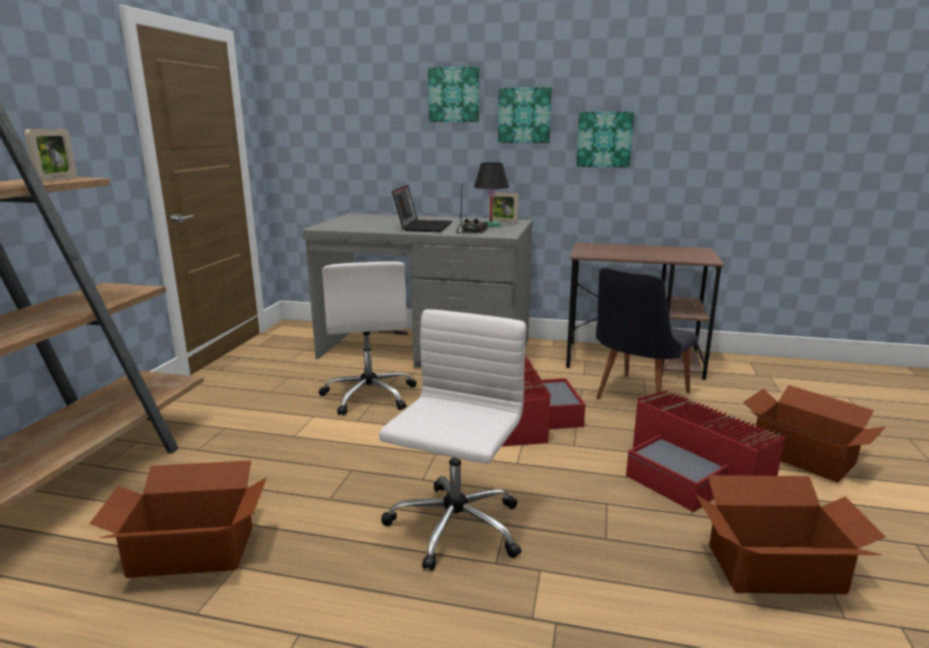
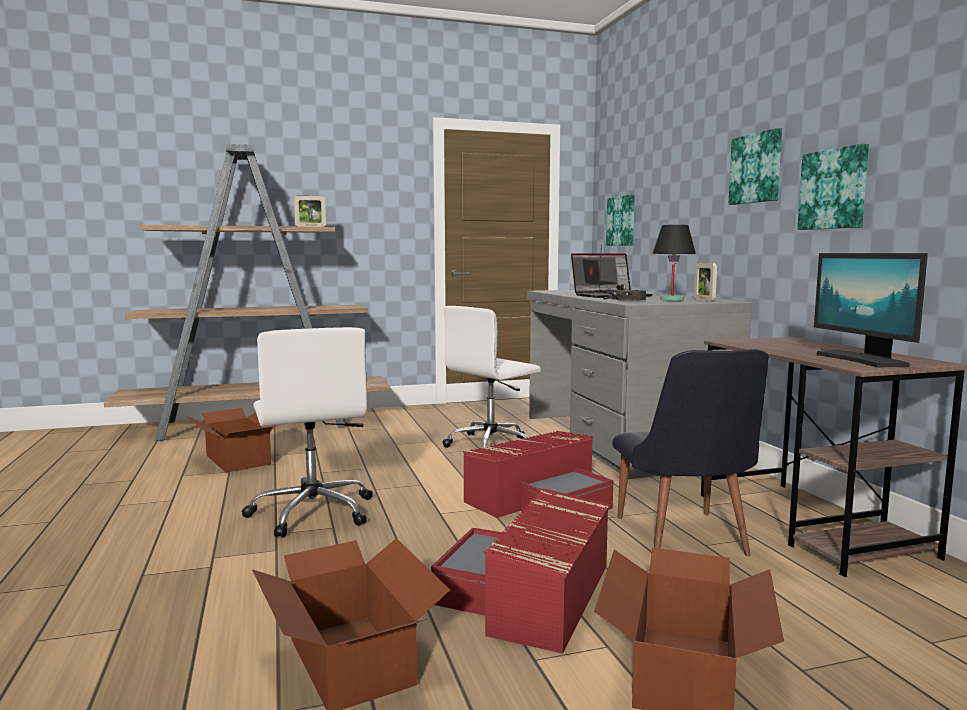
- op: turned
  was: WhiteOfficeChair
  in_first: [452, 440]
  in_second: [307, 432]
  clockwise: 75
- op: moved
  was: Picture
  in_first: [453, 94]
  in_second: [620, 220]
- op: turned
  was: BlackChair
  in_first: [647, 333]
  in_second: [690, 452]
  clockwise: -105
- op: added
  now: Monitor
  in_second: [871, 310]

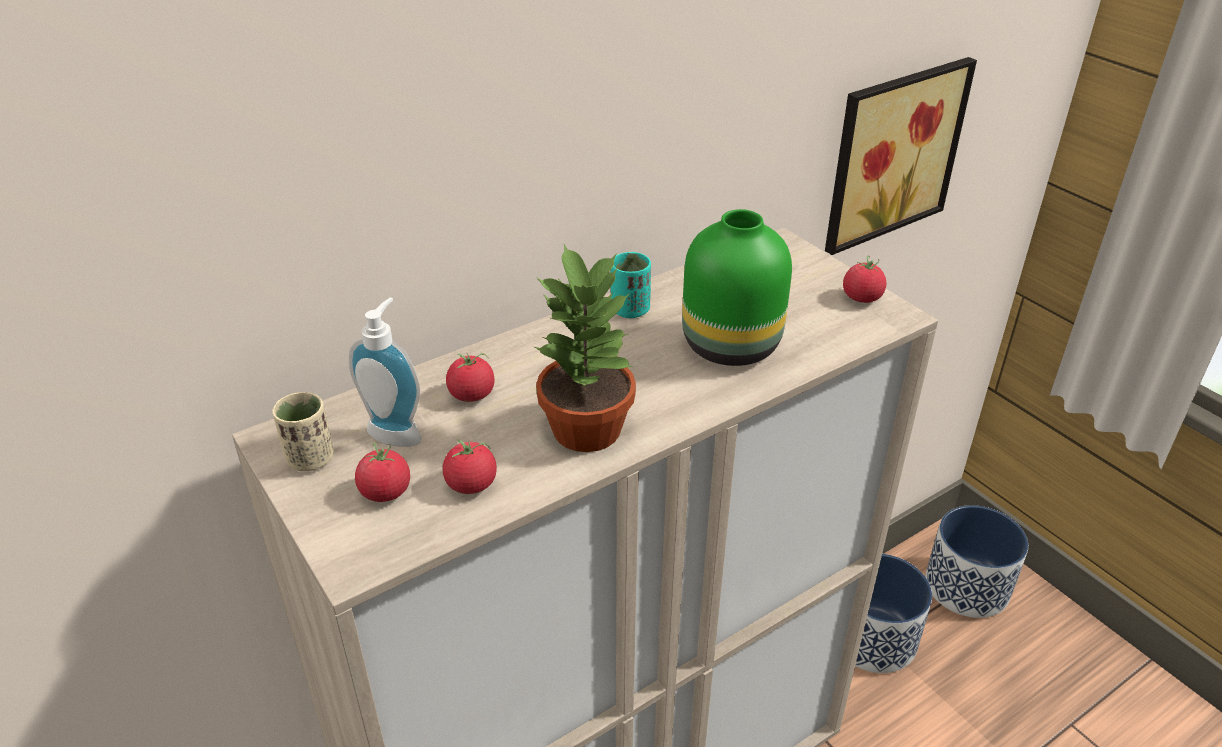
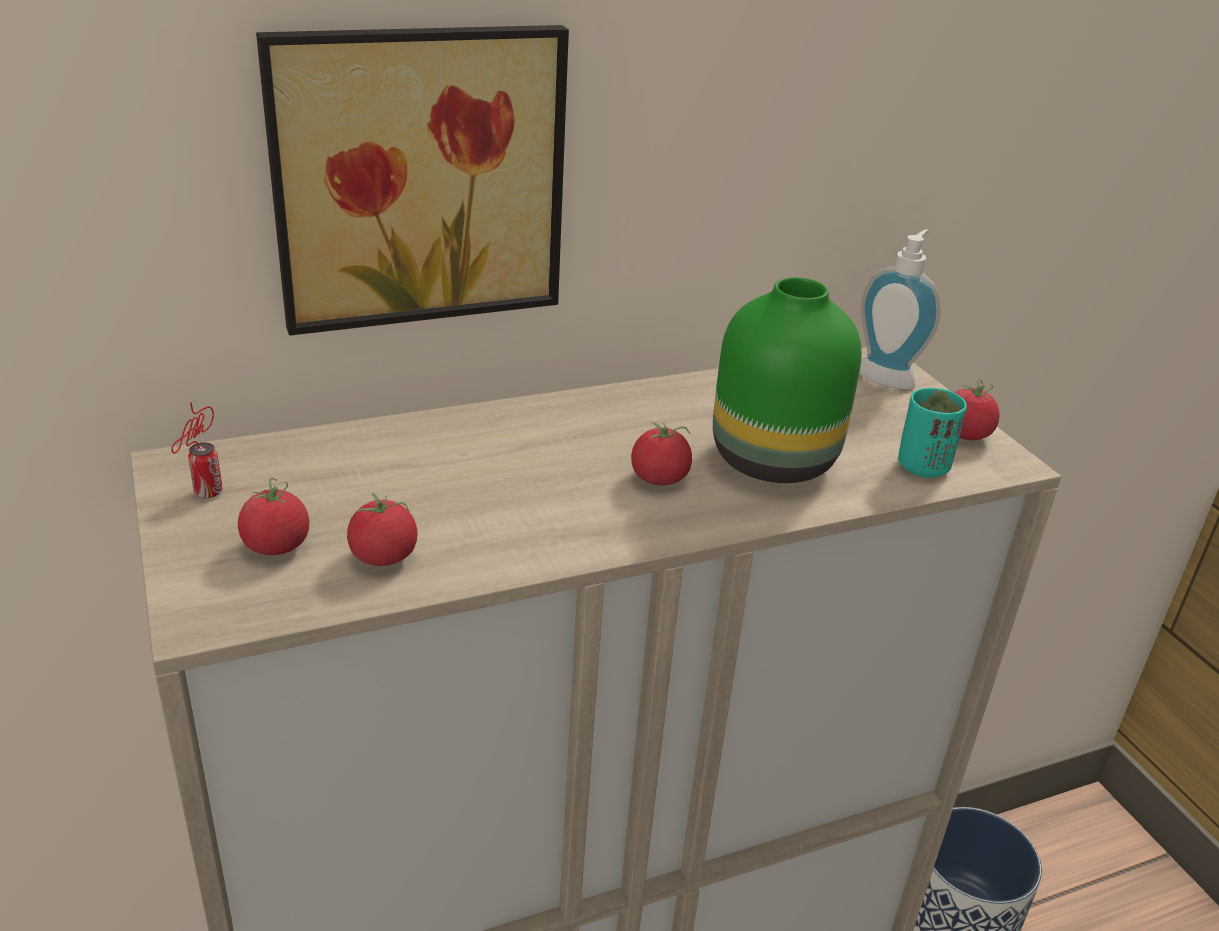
- op: replaced
  was: BeigeCup
  now: Can
  in_first: [303, 431]
  in_second: [197, 450]
- op: moved
  was: SoapDispenser
  in_first: [385, 372]
  in_second: [900, 309]
- op: moved
  was: Tomato
  in_first: [470, 377]
  in_second: [661, 453]
- op: removed
  was: PottedPlant
  in_first: [585, 348]
- op: moved
  was: TurquoiseCup
  in_first: [631, 285]
  in_second: [932, 433]
- op: moved
  was: Picture
  in_first: [901, 156]
  in_second: [412, 180]
- op: removed
  was: Planter
  in_first: [976, 561]

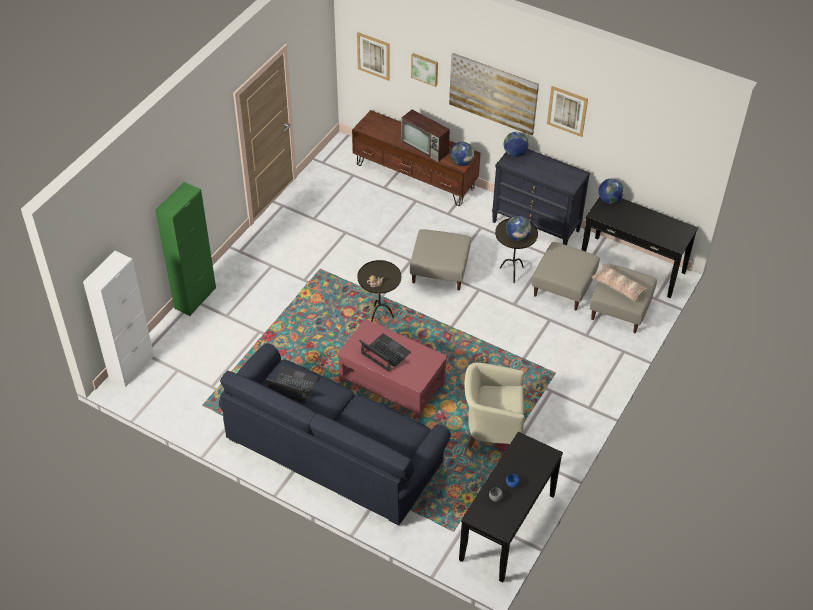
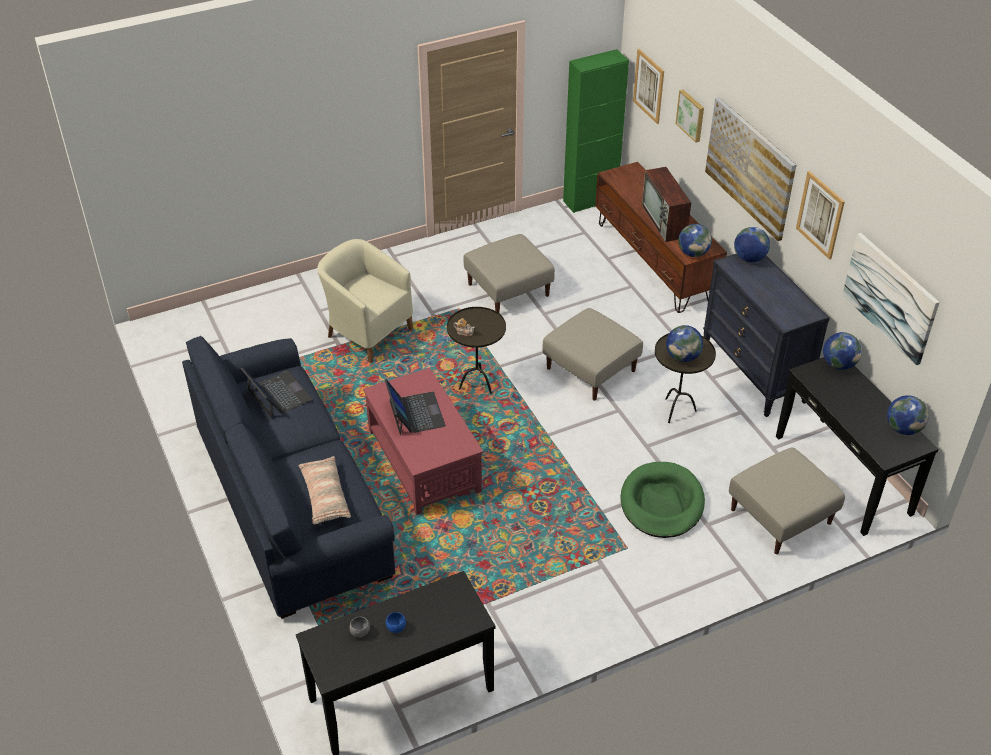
- op: removed
  was: WhiteCabinet
  in_first: [118, 319]
- op: moved
  was: GreenCabinet
  in_first: [185, 249]
  in_second: [596, 131]
- op: moved
  was: BeigeArmchair
  in_first: [494, 405]
  in_second: [365, 301]
- op: moved
  was: BeigeOttoman
  in_first: [566, 276]
  in_second: [509, 273]
- op: moved
  was: Pillow
  in_first: [620, 283]
  in_second: [324, 490]
- op: added
  now: GreenDogBed
  in_second: [663, 500]
- op: added
  now: Picture
  in_second: [891, 299]
- op: added
  now: Globe
  in_second: [908, 415]

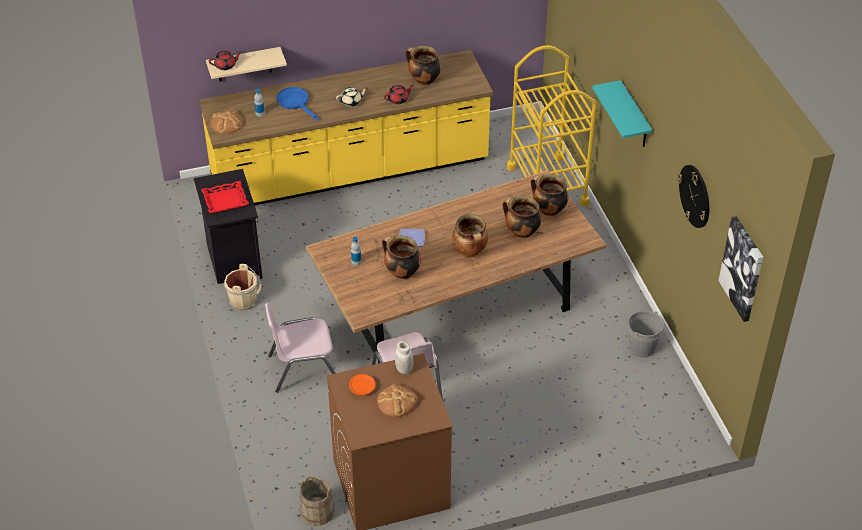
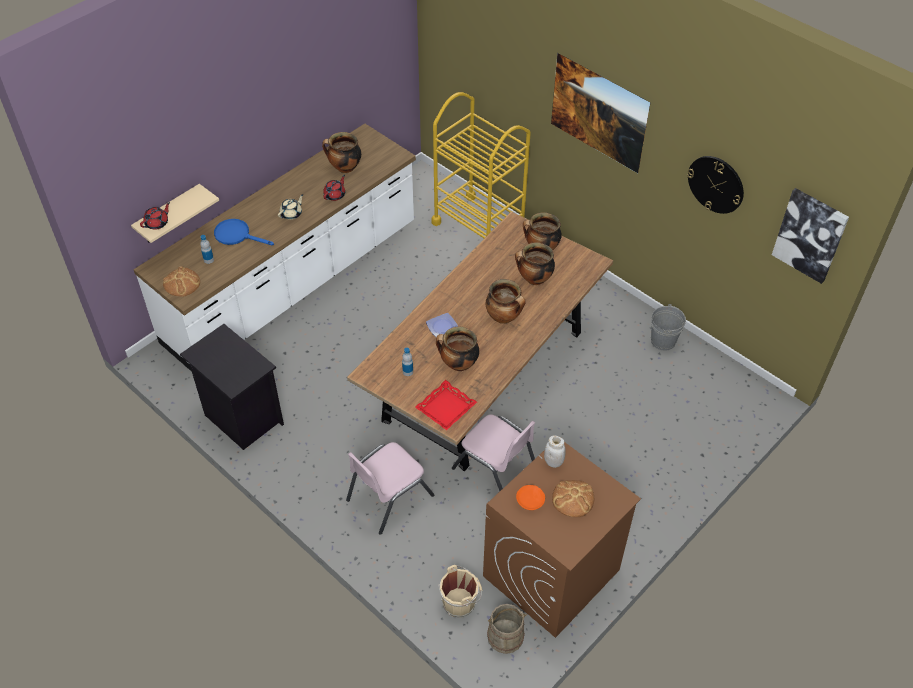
- op: recoloured
  was: YellowCounter
  now: WhiteCounter
  in_first: [346, 127]
  in_second: [274, 248]
- op: moved
  was: RedTray
  in_first: [225, 197]
  in_second: [446, 405]
- op: moved
  was: BeigeBucket
  in_first: [243, 287]
  in_second: [460, 591]
- op: replaced
  was: TurquoiseShelf
  now: Picture
  in_first: [622, 113]
  in_second: [601, 113]

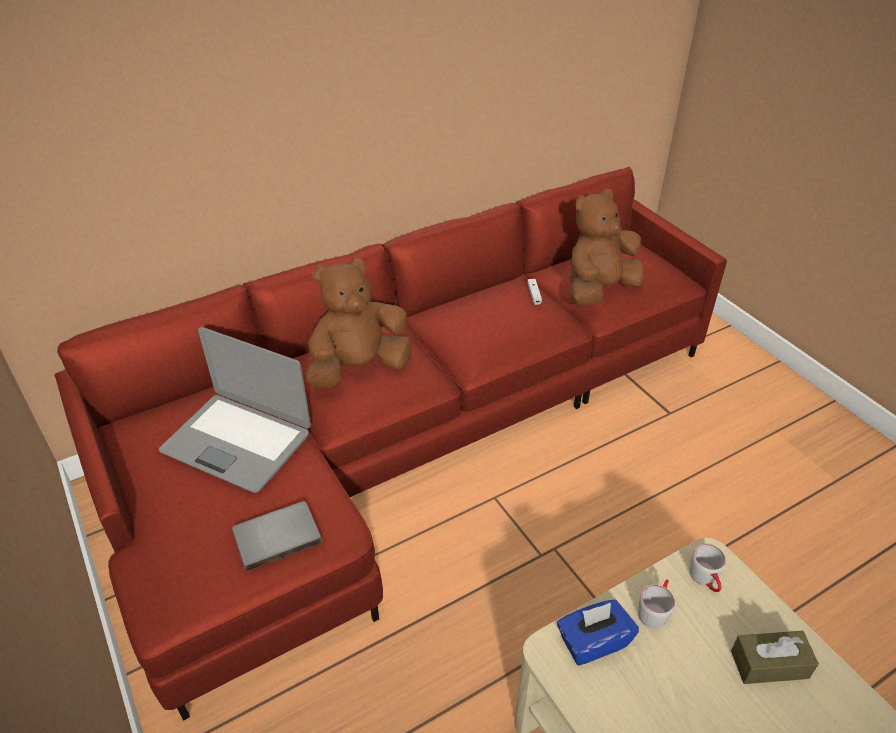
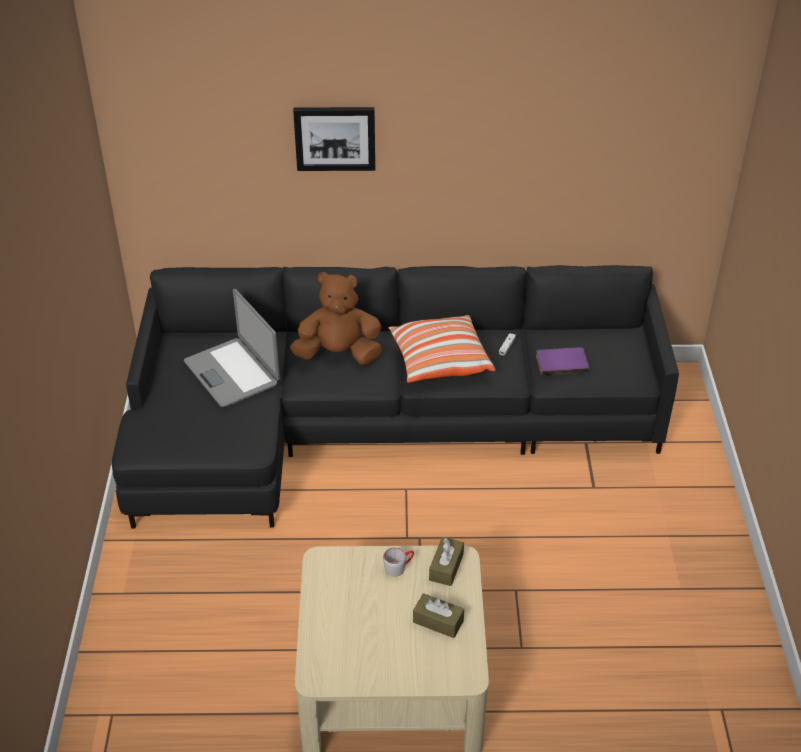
- op: recoloured
  was: RedSofa
  now: BlackSofa
  in_first: [391, 444]
  in_second: [395, 397]
- op: removed
  was: GreyBook
  in_first: [277, 536]
- op: removed
  was: BlueTissueBox
  in_first: [598, 632]
- op: replaced
  was: BrownPlushToy
  now: PurpleBook
  in_first: [606, 247]
  in_second: [563, 361]
- op: replaced
  was: GreyMug
  now: BrownTissueBox
  in_first: [707, 568]
  in_second: [446, 561]
- op: added
  now: Picture
  in_second: [334, 139]
- op: added
  now: Pillow
  in_second: [442, 349]

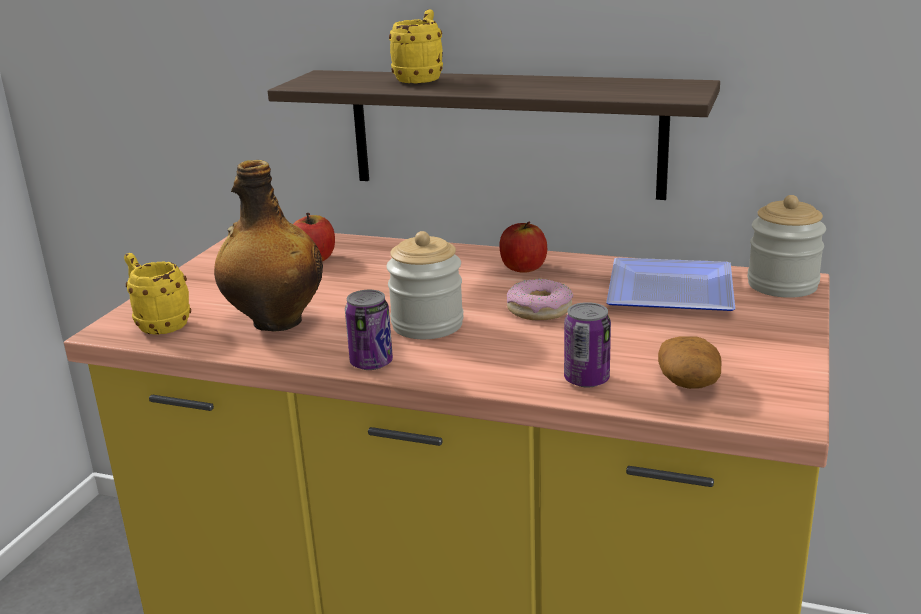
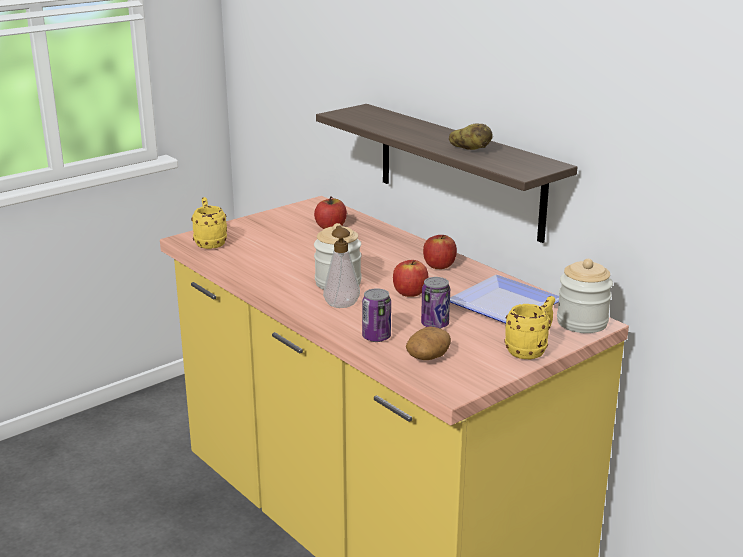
- op: removed
  was: Bottle
  in_first: [268, 246]
- op: moved
  was: Can
  in_first: [369, 330]
  in_second: [435, 302]
- op: moved
  was: YellowMug
  in_first: [416, 46]
  in_second: [529, 327]
- op: replaced
  was: Donut
  now: Apple
  in_first: [540, 300]
  in_second: [410, 278]
- op: added
  now: SoapDispenser
  in_second: [341, 267]
- op: added
  now: Potato
  in_second: [471, 136]

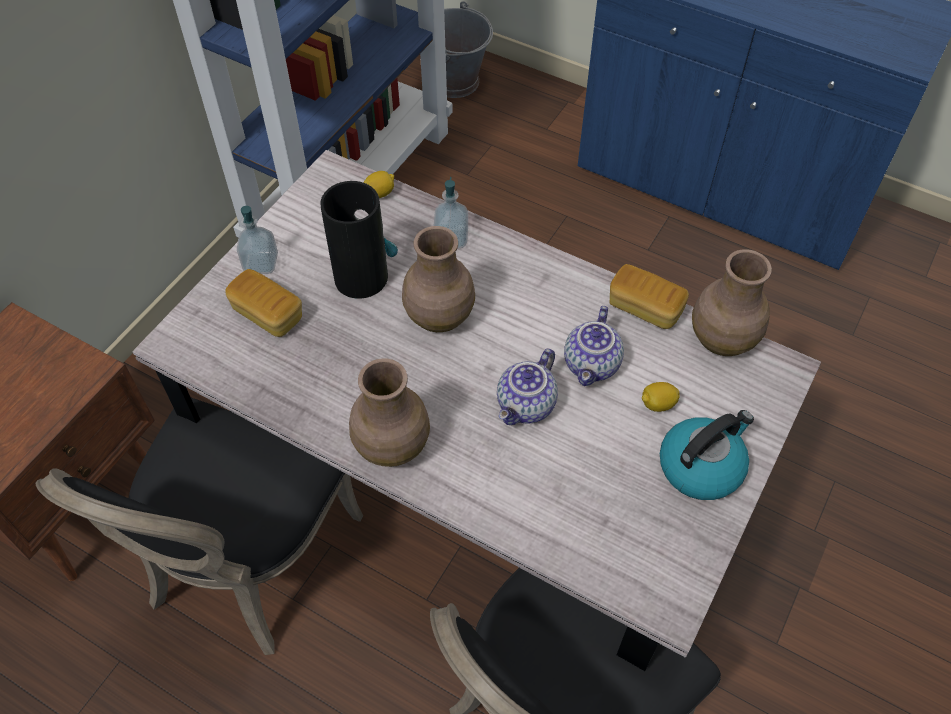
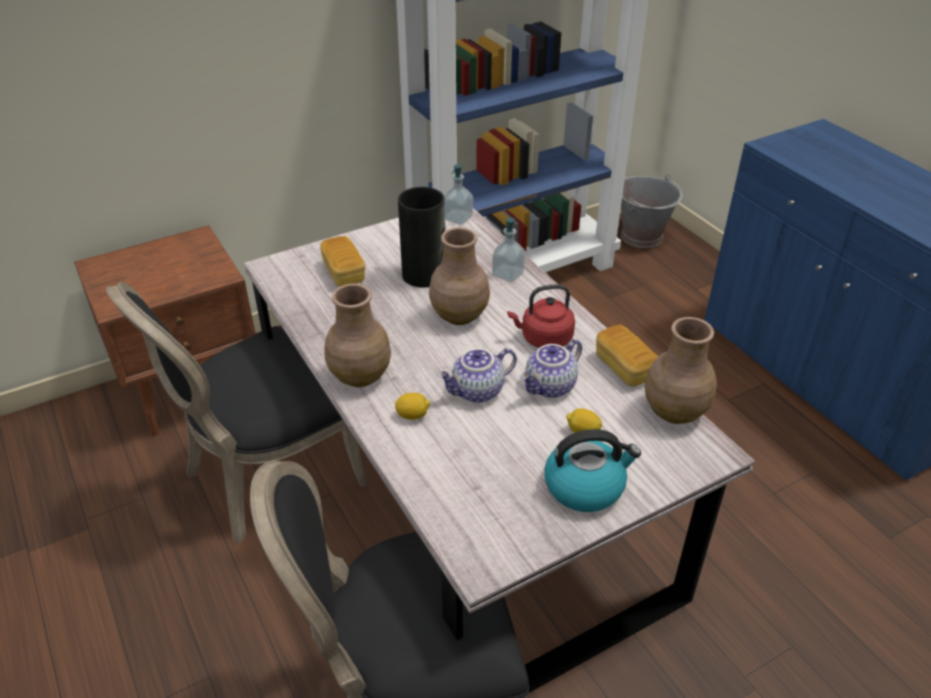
- op: moved
  was: SoapDispenser
  in_first: [257, 240]
  in_second: [458, 194]
- op: moved
  was: Lemon
  in_first: [379, 184]
  in_second: [412, 406]
- op: added
  now: RedKettle
  in_second: [541, 316]

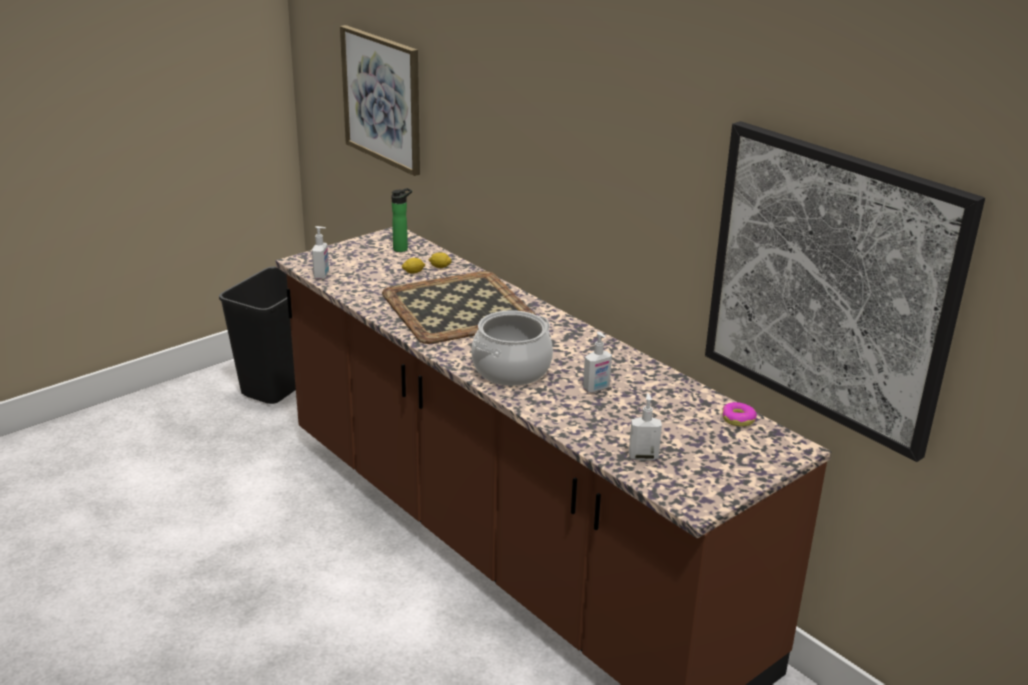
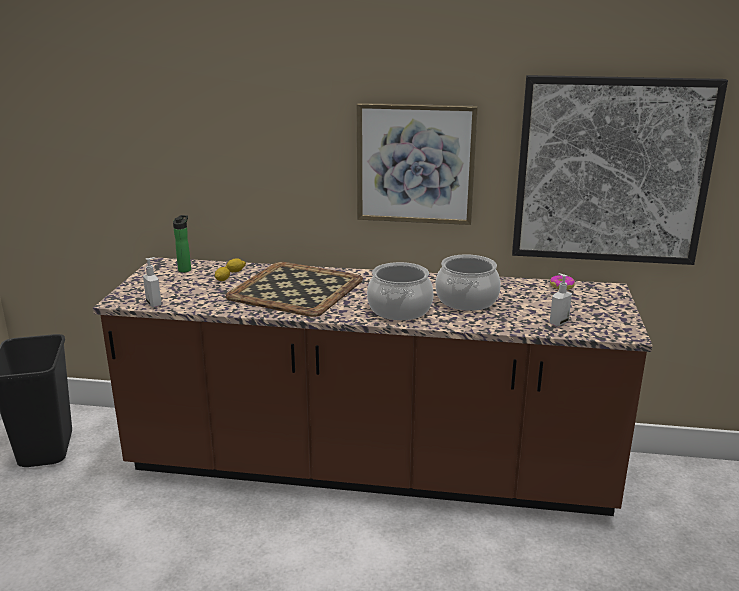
- op: moved
  was: Picture
  in_first: [380, 100]
  in_second: [417, 164]
- op: replaced
  was: SoapDispenser
  now: CookingPot
  in_first: [597, 362]
  in_second: [468, 282]

